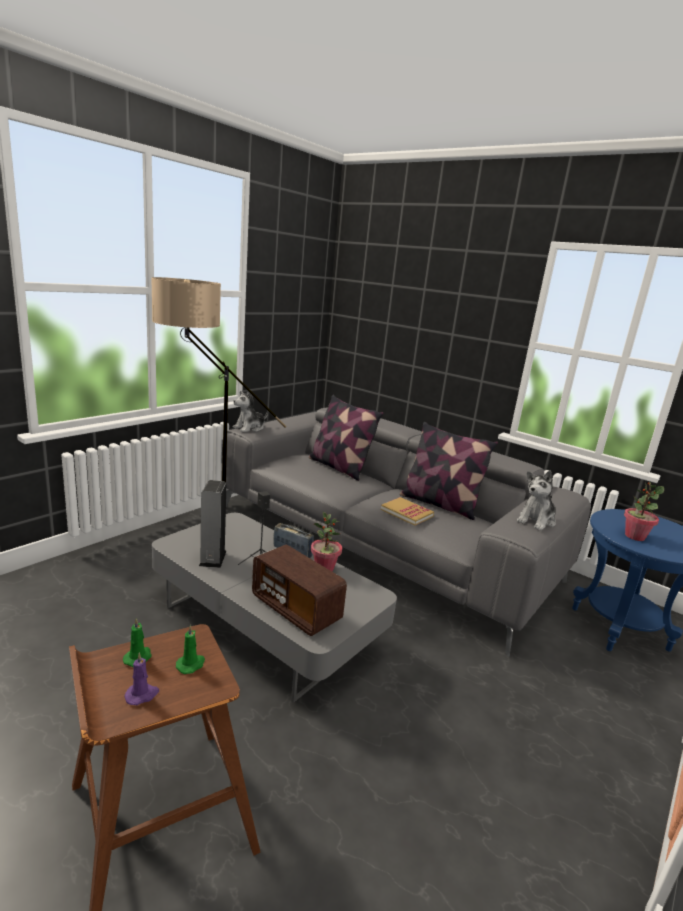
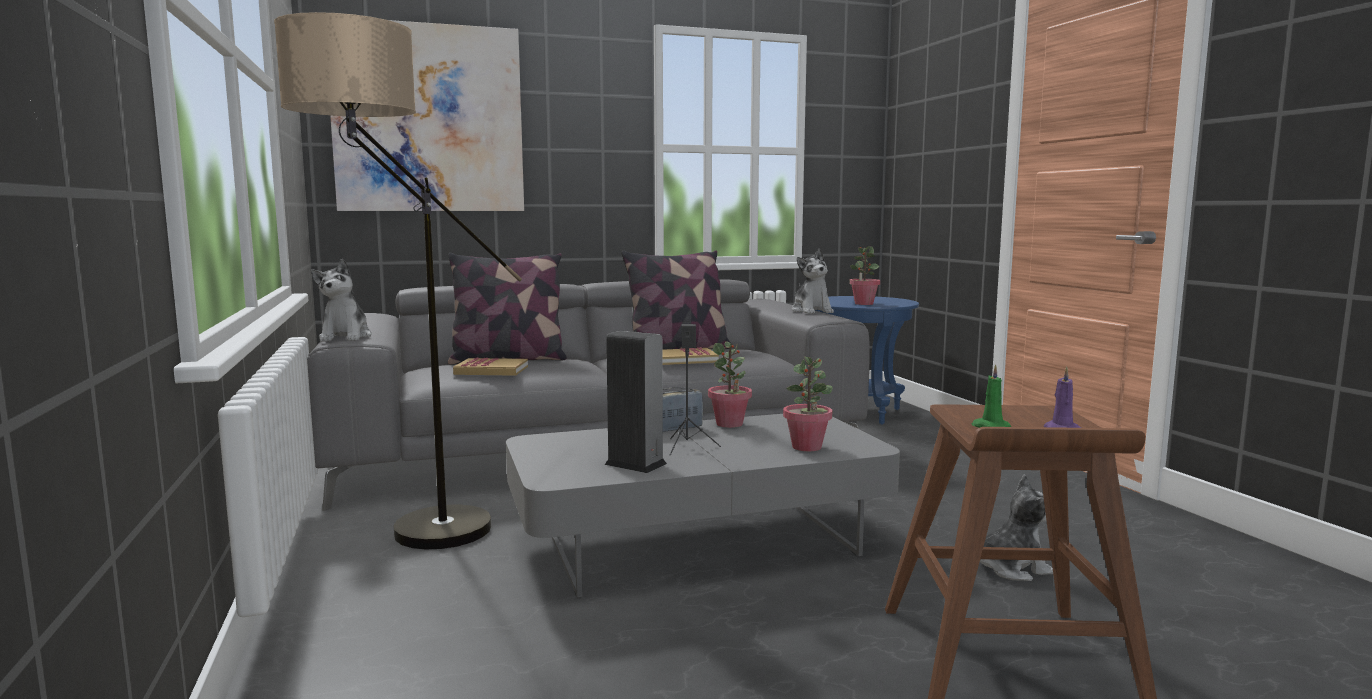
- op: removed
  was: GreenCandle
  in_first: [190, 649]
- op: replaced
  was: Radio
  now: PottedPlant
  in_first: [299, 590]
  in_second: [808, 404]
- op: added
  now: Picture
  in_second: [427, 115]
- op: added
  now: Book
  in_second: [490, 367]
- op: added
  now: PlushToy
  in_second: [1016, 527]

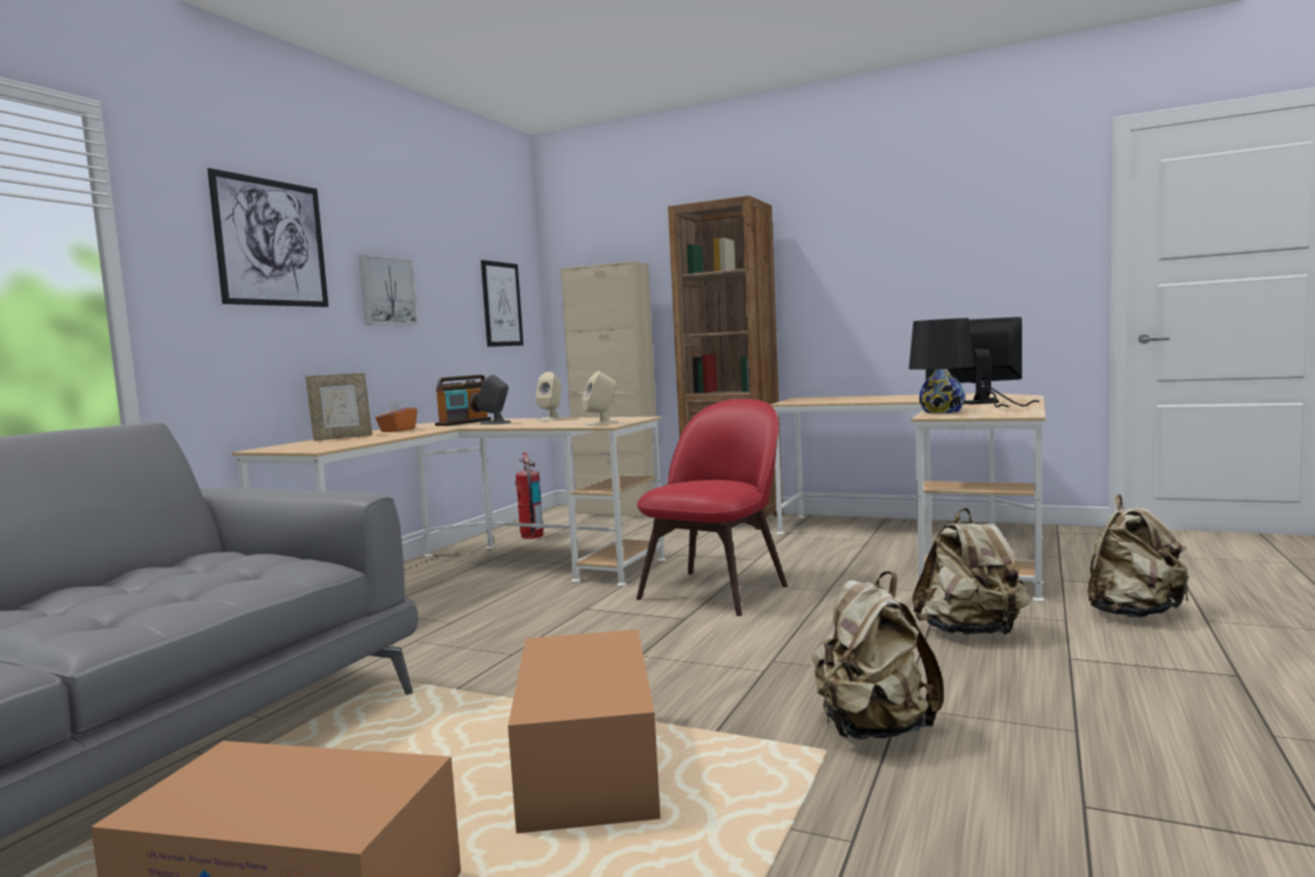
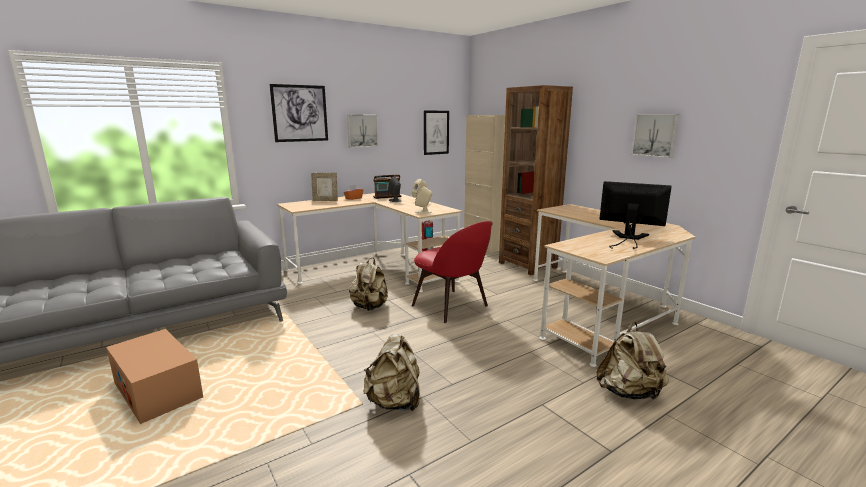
- op: removed
  was: CardboardBox
  in_first: [584, 731]
- op: turned
  was: RedChair
  in_first: [712, 507]
  in_second: [452, 272]
  clockwise: 75
- op: removed
  was: BlackTableLamp
  in_first: [942, 365]
- op: moved
  was: BeigeBackpack
  in_first: [971, 571]
  in_second: [368, 284]
- op: added
  now: Picture
  in_second: [655, 136]

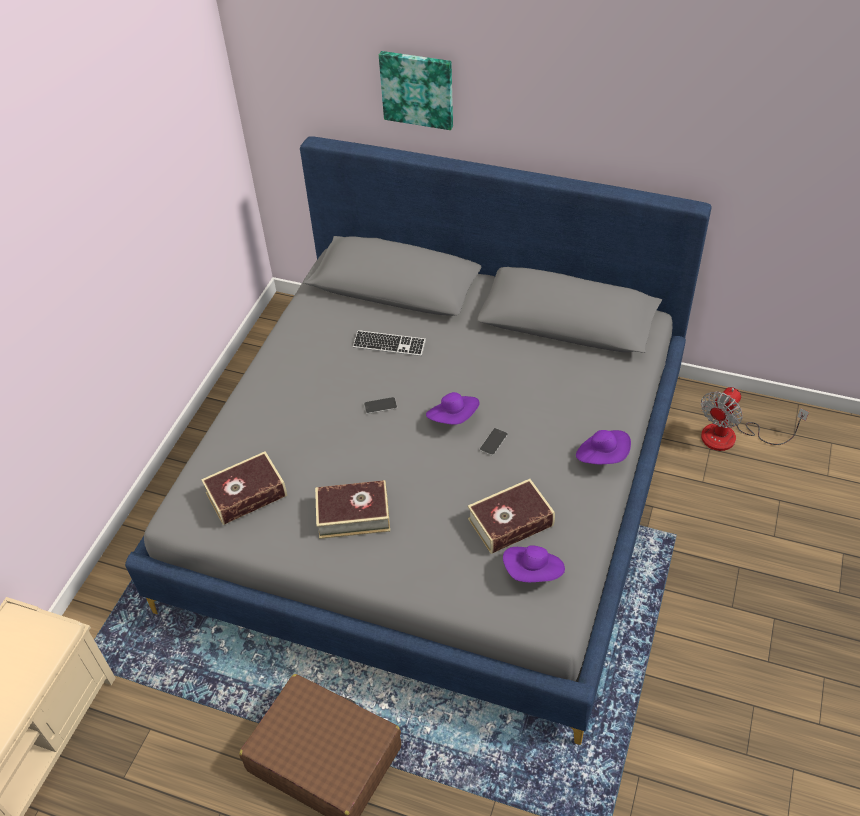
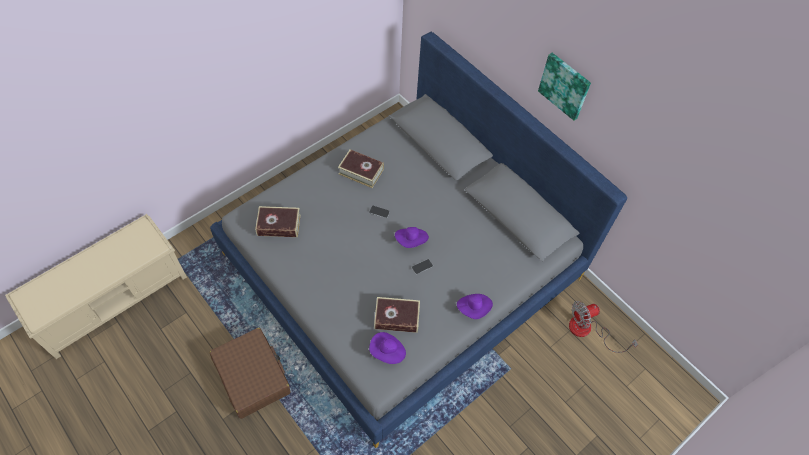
- op: moved
  was: Book
  in_first: [352, 509]
  in_second: [361, 168]
- op: removed
  was: Keyboard
  in_first: [389, 343]
- op: moved
  was: Picture
  in_first: [416, 90]
  in_second: [564, 87]

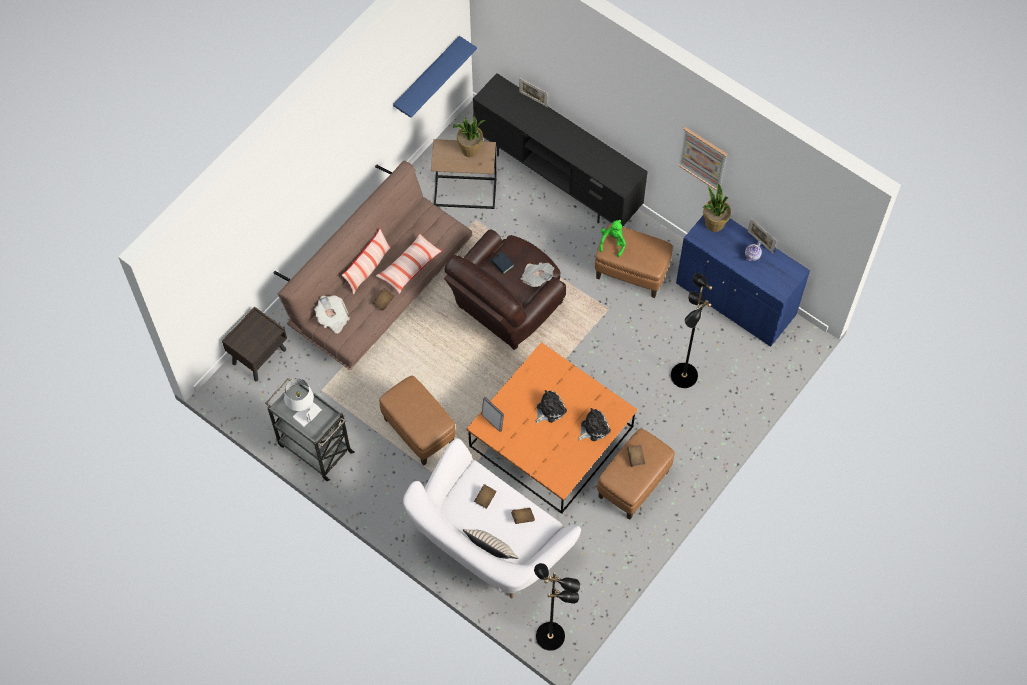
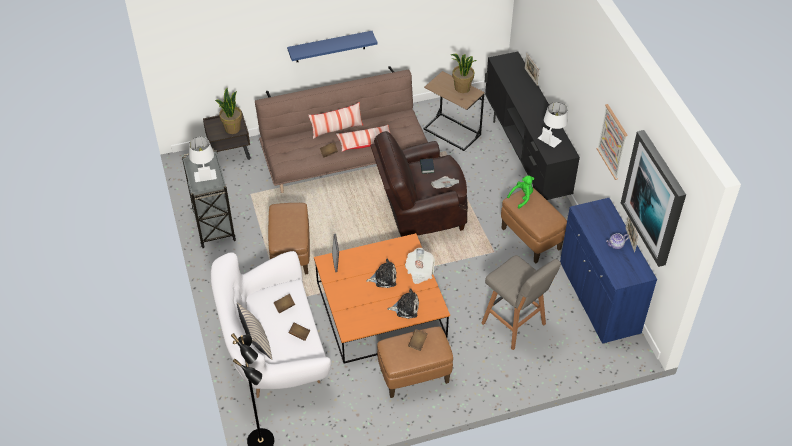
- op: moved
  was: Newspaper
  in_first: [332, 314]
  in_second: [420, 266]
- op: moved
  was: BlueShelf
  in_first: [435, 77]
  in_second: [332, 46]
- op: replaced
  was: BlackFloorLamp
  now: GreyStool
  in_first: [691, 330]
  in_second: [521, 302]
- op: moved
  was: PottedPlant
  in_first: [716, 208]
  in_second: [228, 110]
- op: added
  now: WhiteTableLamp
  in_second: [553, 125]
- op: added
  now: Picture
  in_second: [653, 198]

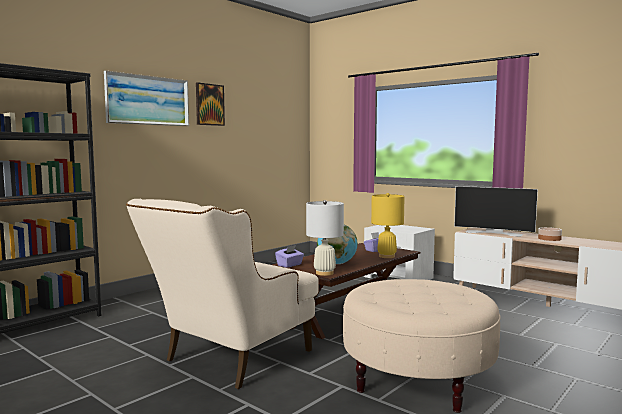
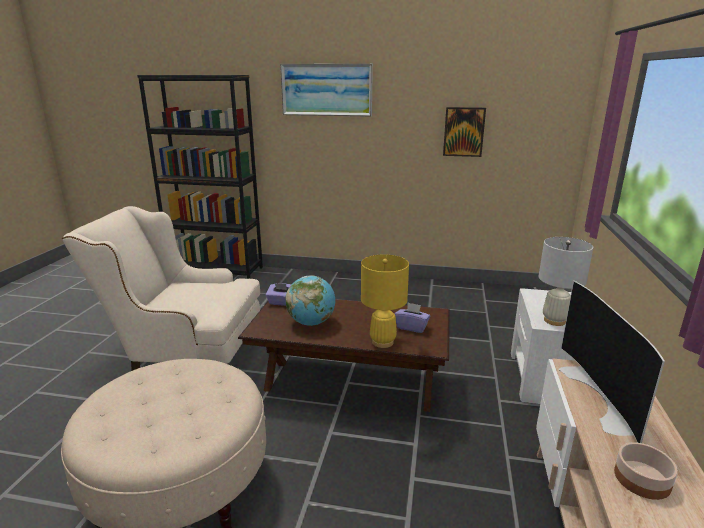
- op: moved
  was: Picture
  in_first: [210, 104]
  in_second: [464, 132]
- op: moved
  was: WhiteTableLamp
  in_first: [325, 238]
  in_second: [566, 281]

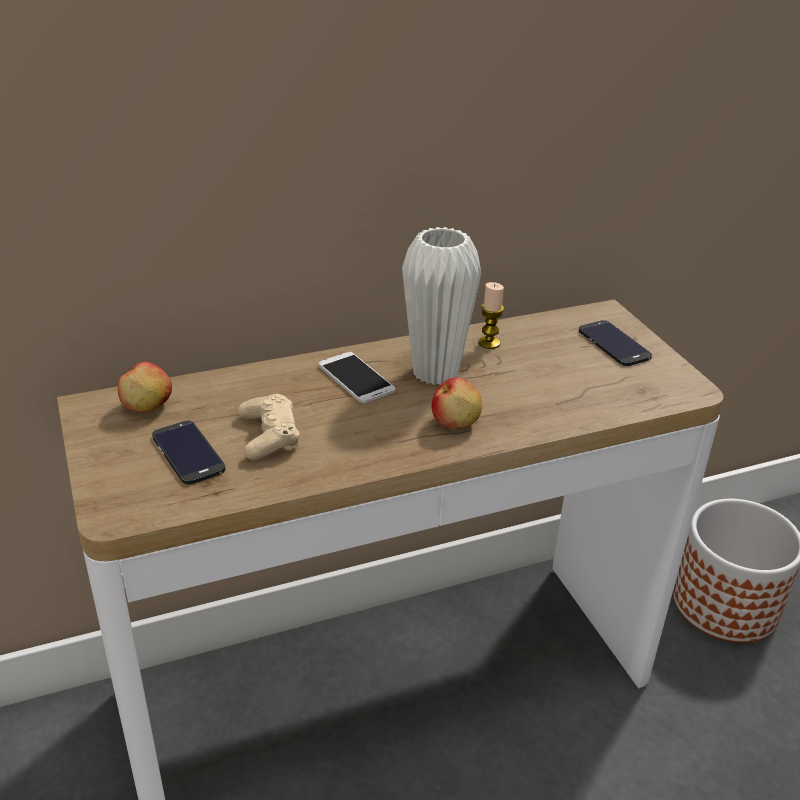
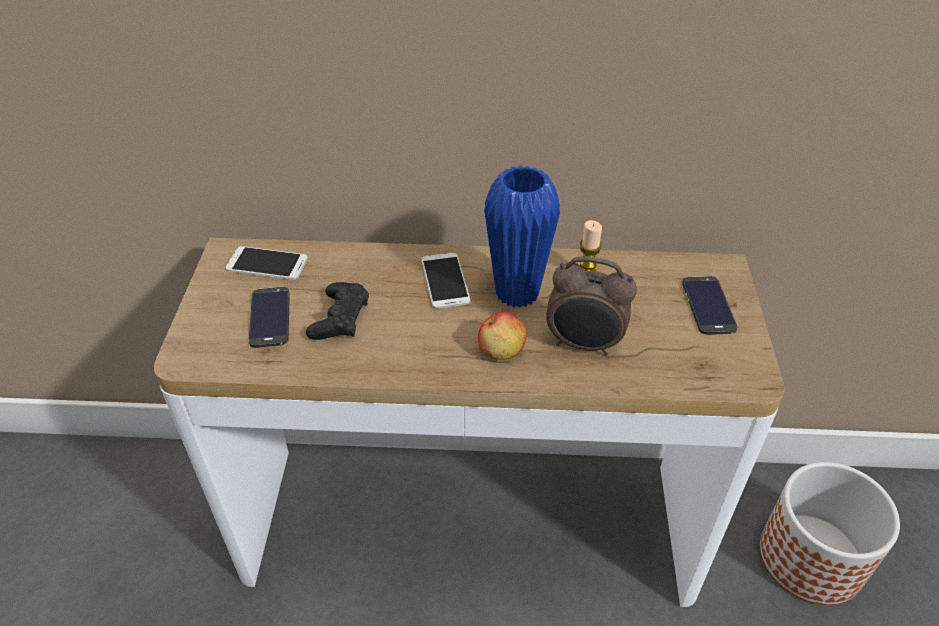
- op: replaced
  was: Apple
  now: Phone
  in_first: [145, 386]
  in_second: [266, 263]
- op: recoloured
  was: BeigeGameController
  now: BlackGameController
  in_first: [269, 427]
  in_second: [337, 311]
- op: recoloured
  was: WhiteVase
  now: BlueVase
  in_first: [441, 306]
  in_second: [522, 237]
- op: added
  now: AlarmClock
  in_second: [591, 306]

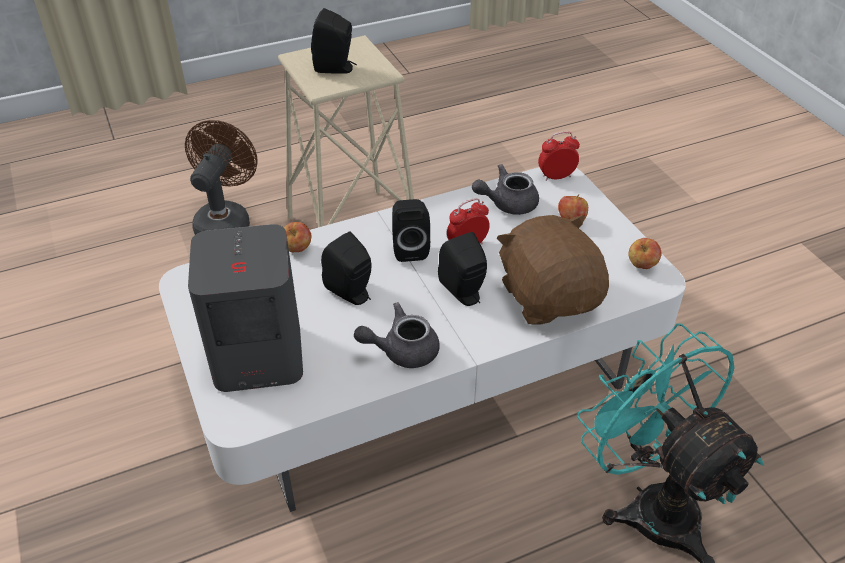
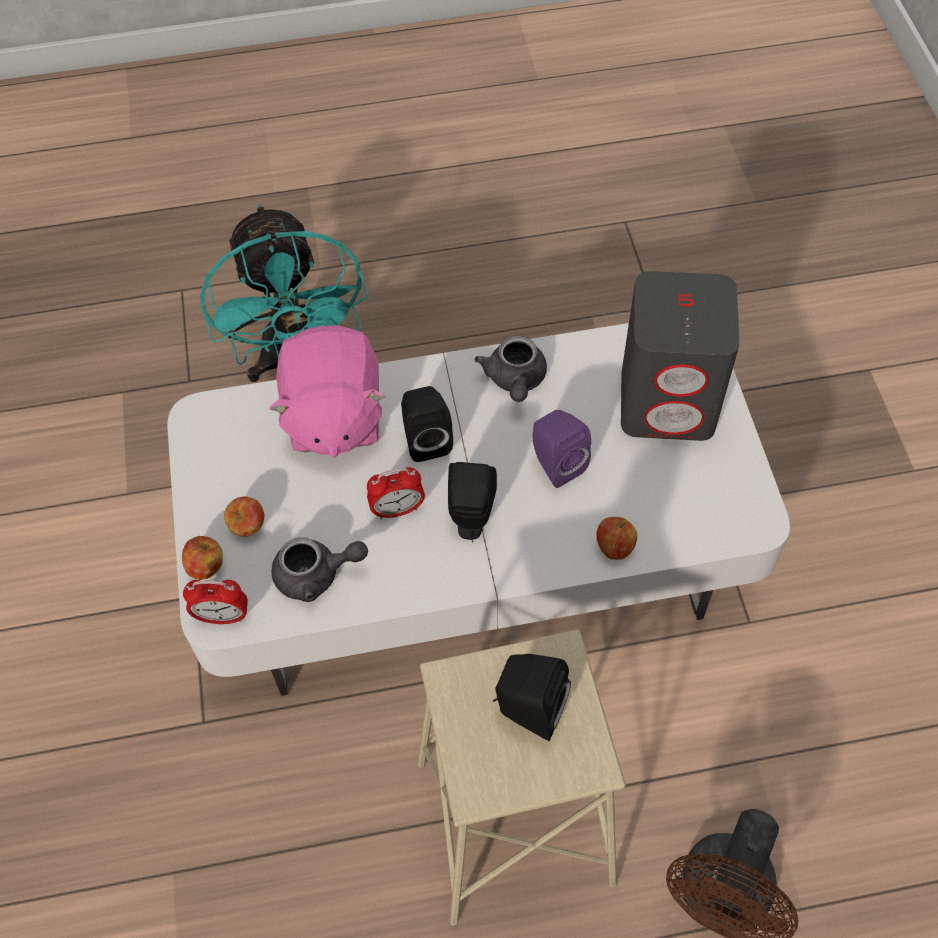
- op: recoloured
  was: BlackSpeaker
  now: PurpleSpeaker
  in_first: [346, 268]
  in_second: [561, 449]
- op: turned
  was: GreyTeapot
  in_first: [397, 335]
  in_second: [511, 369]
  clockwise: 90
- op: recoloured
  was: BrownPlushToy
  now: PinkPlushToy
  in_first: [552, 270]
  in_second: [327, 392]
- op: moved
  was: Apple
  in_first: [645, 253]
  in_second: [202, 558]

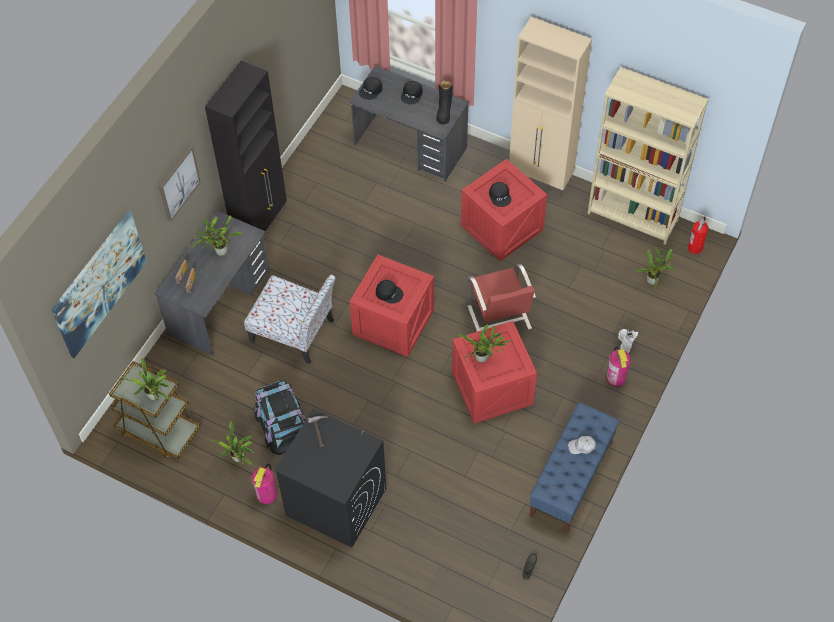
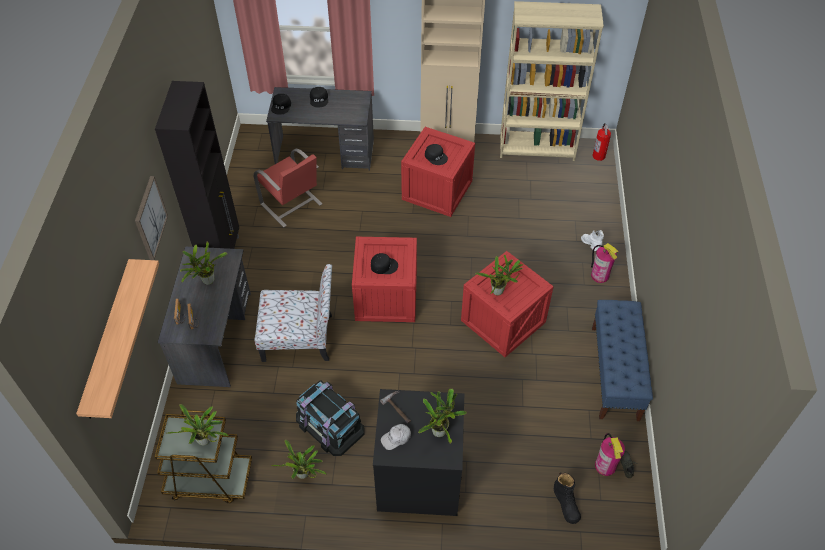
- op: replaced
  was: Picture
  now: Shelf
  in_first: [99, 284]
  in_second: [117, 339]
- op: moved
  was: FireExtinguisher
  in_first: [264, 484]
  in_second: [610, 454]
- op: moved
  was: BlackBoot
  in_first: [444, 101]
  in_second: [567, 498]
- op: moved
  was: RedChair
  in_first: [501, 298]
  in_second: [288, 188]
- op: moved
  was: WhiteCap
  in_first: [582, 445]
  in_second: [396, 437]
- op: moved
  was: PottedPlant
  in_first: [655, 266]
  in_second: [442, 415]

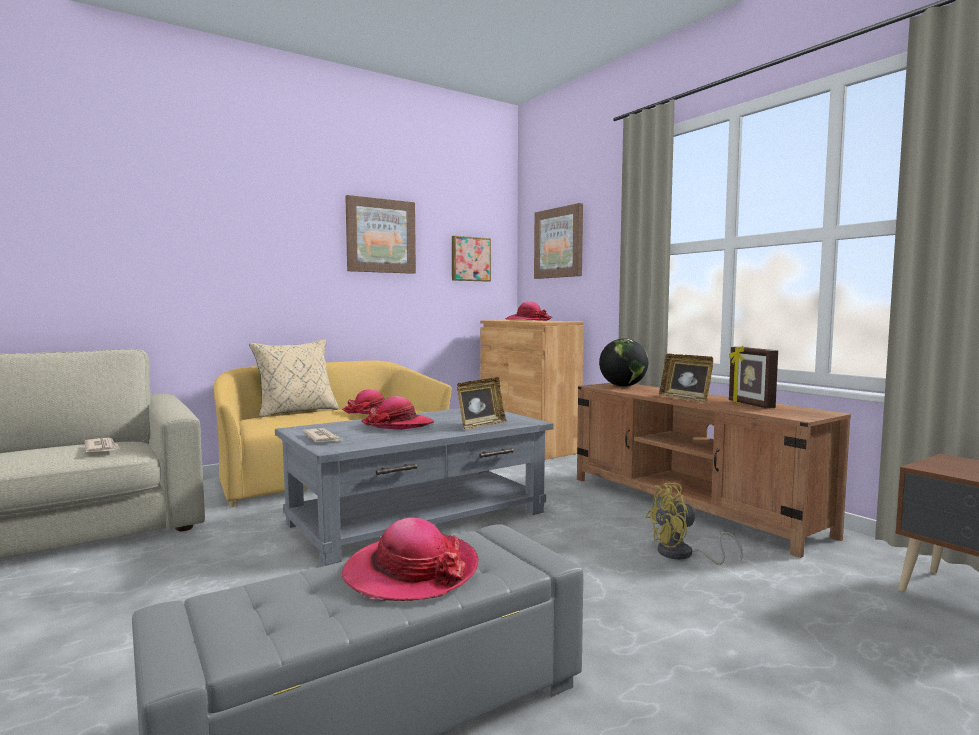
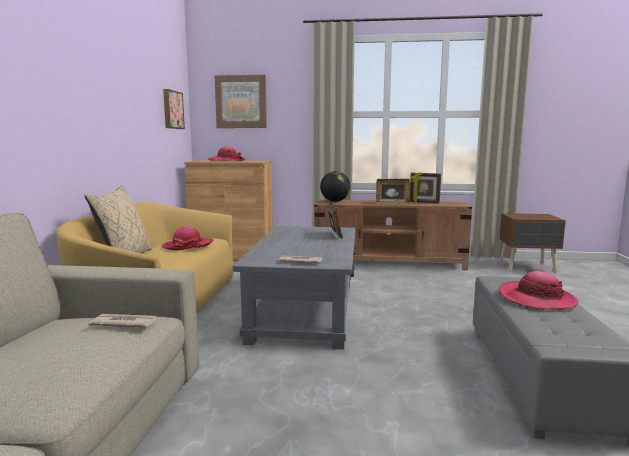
- op: removed
  was: Picture
  in_first: [380, 234]
- op: removed
  was: Hat
  in_first: [398, 413]
- op: removed
  was: YellowFan
  in_first: [694, 524]

